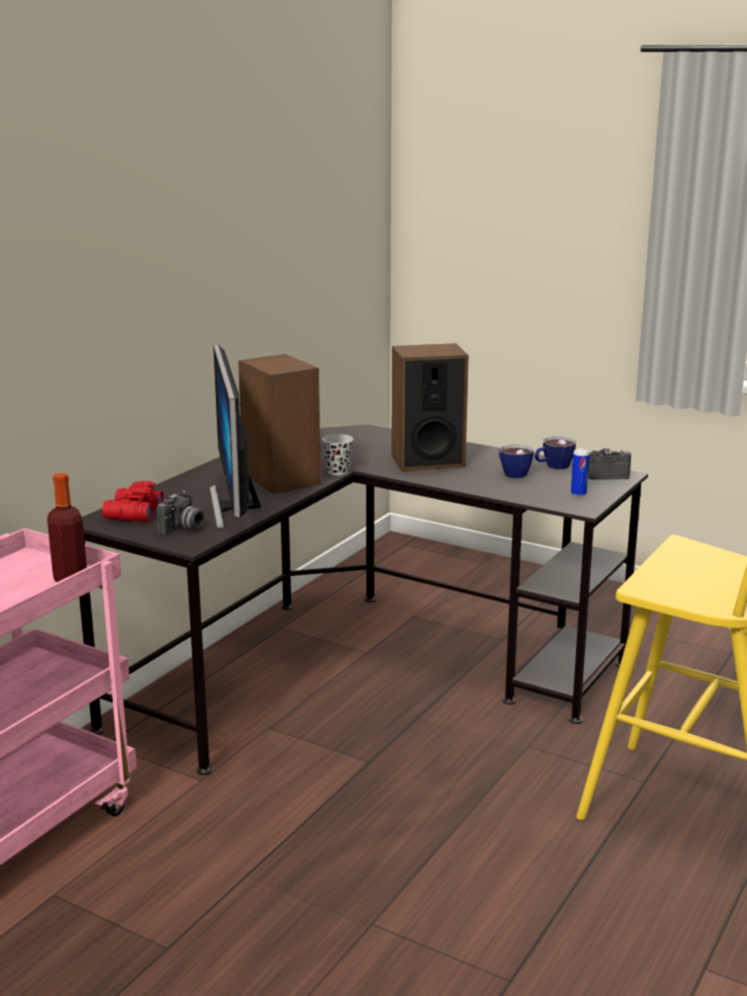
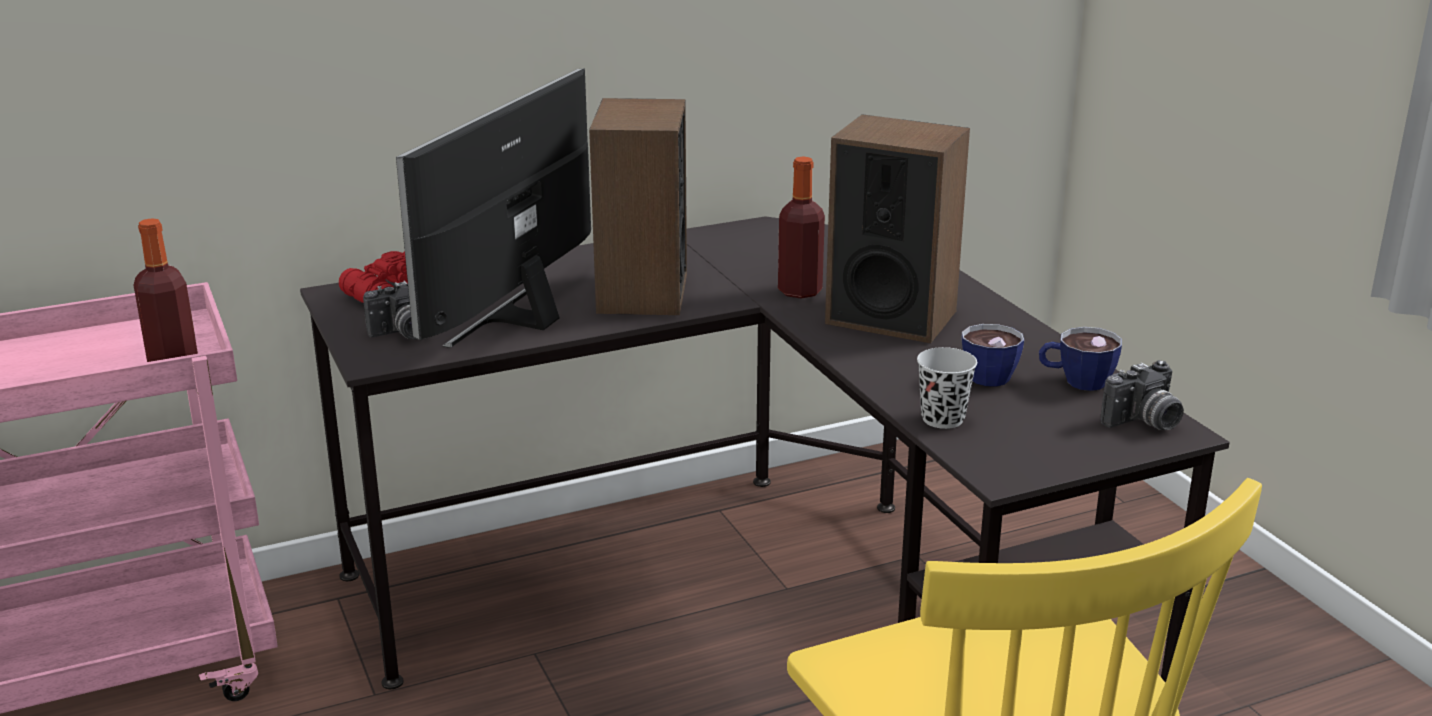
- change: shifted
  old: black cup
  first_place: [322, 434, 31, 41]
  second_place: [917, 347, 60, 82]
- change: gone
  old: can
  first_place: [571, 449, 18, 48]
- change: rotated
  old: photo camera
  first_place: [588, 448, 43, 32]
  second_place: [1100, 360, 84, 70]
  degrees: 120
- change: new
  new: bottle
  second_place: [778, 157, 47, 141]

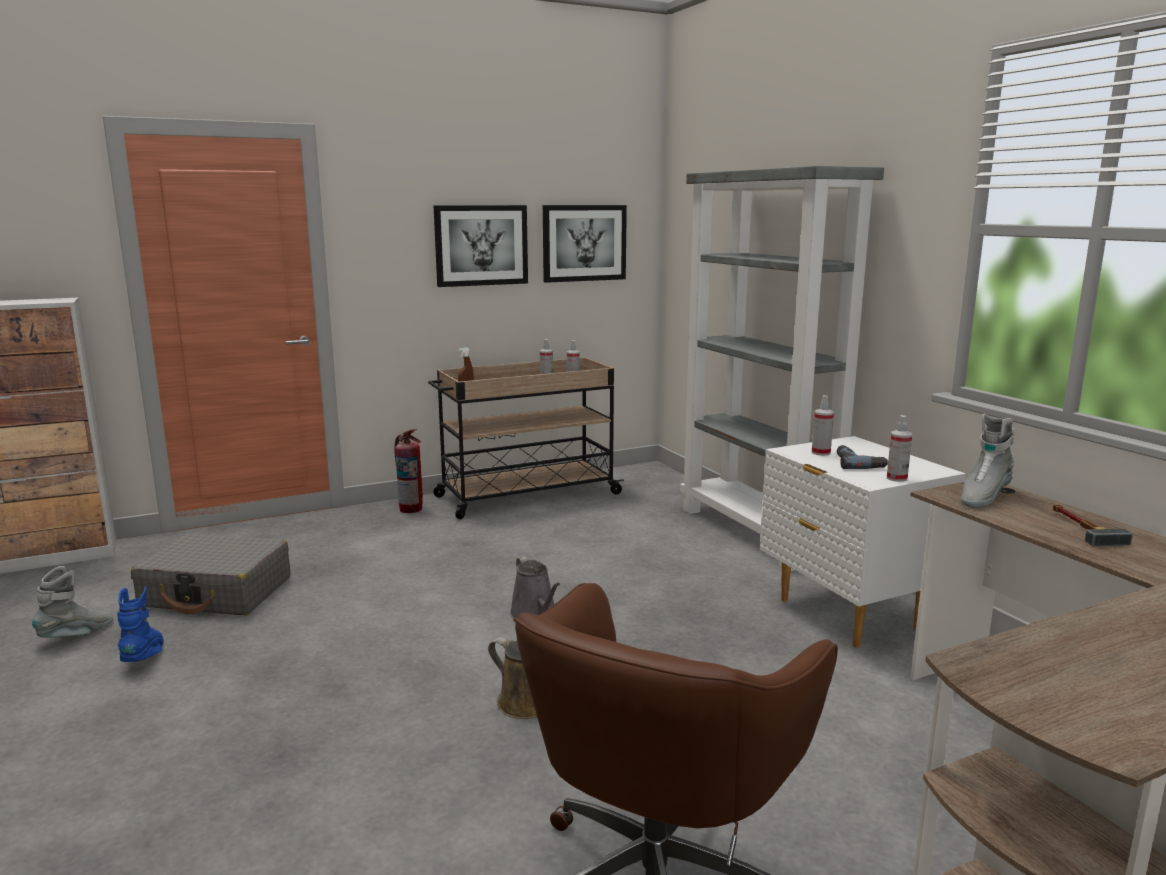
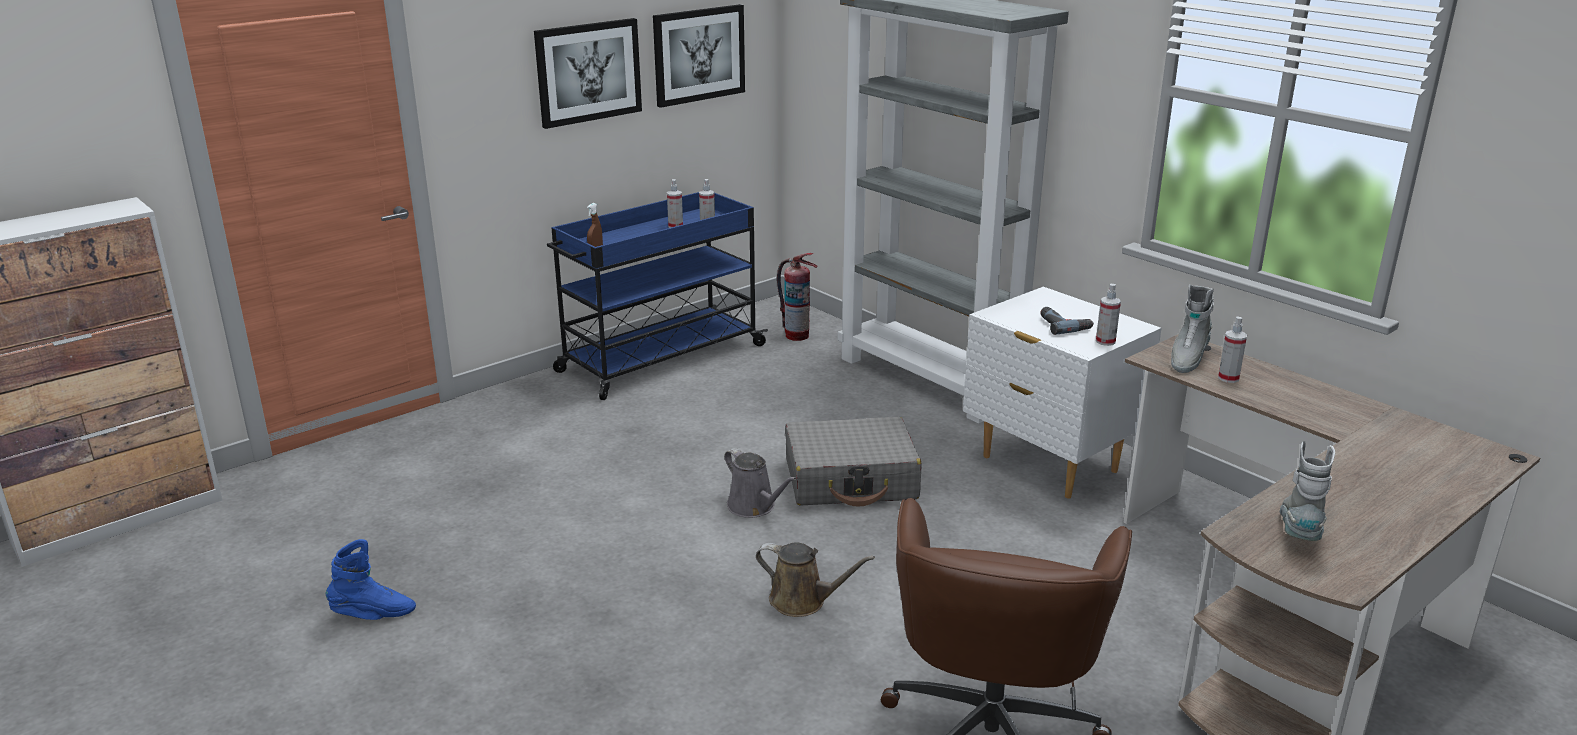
- change: shifted
  old: grey boot
  first_place: [32, 566, 82, 72]
  second_place: [1280, 441, 55, 100]
- change: rotated
  old: blue boot
  first_place: [117, 586, 47, 76]
  second_place: [326, 539, 90, 81]
  degrees: 105
- change: shifted
  old: grey suitcase
  first_place: [131, 533, 159, 82]
  second_place: [785, 417, 137, 90]
- change: shifted
  old: fire extinguisher
  first_place: [394, 429, 29, 84]
  second_place: [777, 253, 40, 88]
- change: repainted
  old: beige cart
  new: blue cart
  first_place: [428, 357, 196, 162]
  second_place: [547, 192, 221, 208]
- change: shifted
  old: spray bottle
  first_place: [812, 395, 22, 61]
  second_place: [1218, 317, 29, 66]
- change: gone
  old: hammer
  first_place: [1053, 504, 80, 42]

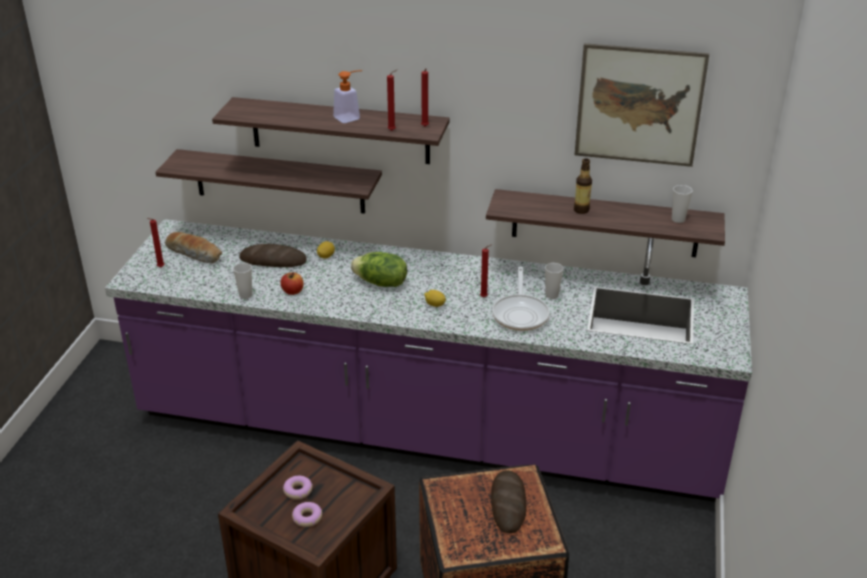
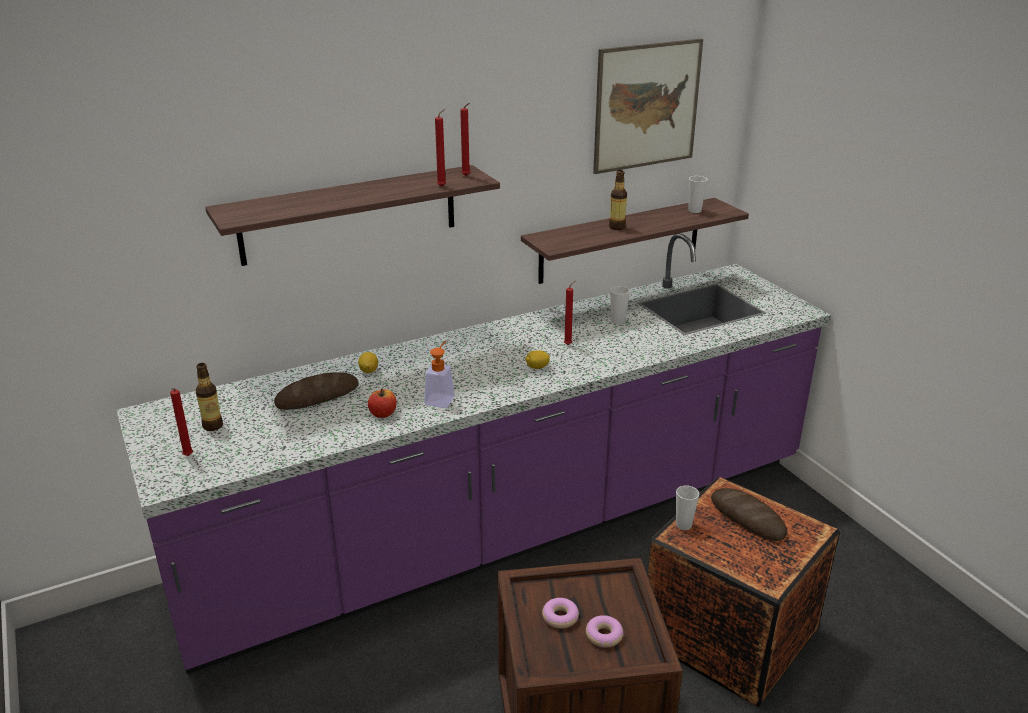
- change: gone
  old: shelf
  first_place: [155, 149, 227, 65]
- change: swapped
  old: bread
  new: bottle
  first_place: [165, 232, 57, 31]
  second_place: [195, 363, 28, 68]
- change: shifted
  old: cup
  first_place: [233, 263, 19, 36]
  second_place: [676, 486, 23, 44]
- change: shifted
  old: soap dispenser
  first_place: [333, 70, 30, 53]
  second_place: [424, 341, 31, 67]
- change: gone
  old: lettuce
  first_place: [351, 252, 56, 35]
- change: gone
  old: frying pan
  first_place: [492, 267, 58, 64]

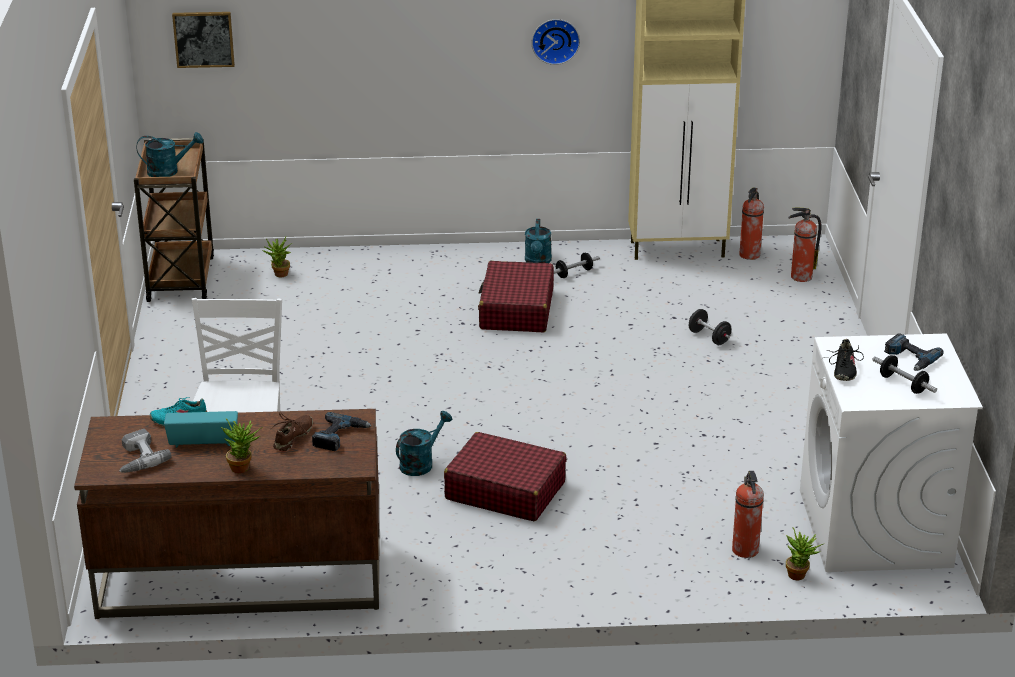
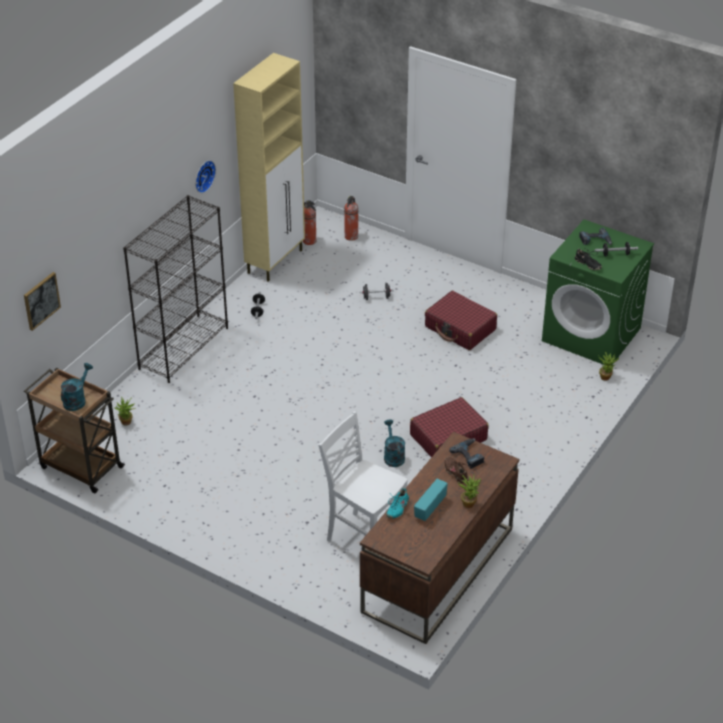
- change: gone
  old: power drill
  first_place: [120, 429, 52, 44]
- change: shifted
  old: red suitcase
  first_place: [478, 261, 76, 71]
  second_place: [425, 291, 72, 59]
- change: gone
  old: turquoise watering can
  first_place: [525, 219, 27, 44]
- change: gone
  old: fire extinguisher
  first_place: [732, 471, 32, 87]
- change: repainted
  old: white washing machine
  new: green washing machine
  first_place: [800, 333, 183, 239]
  second_place: [542, 219, 112, 146]
- change: new
  new: black bookcase
  second_place: [123, 195, 105, 188]

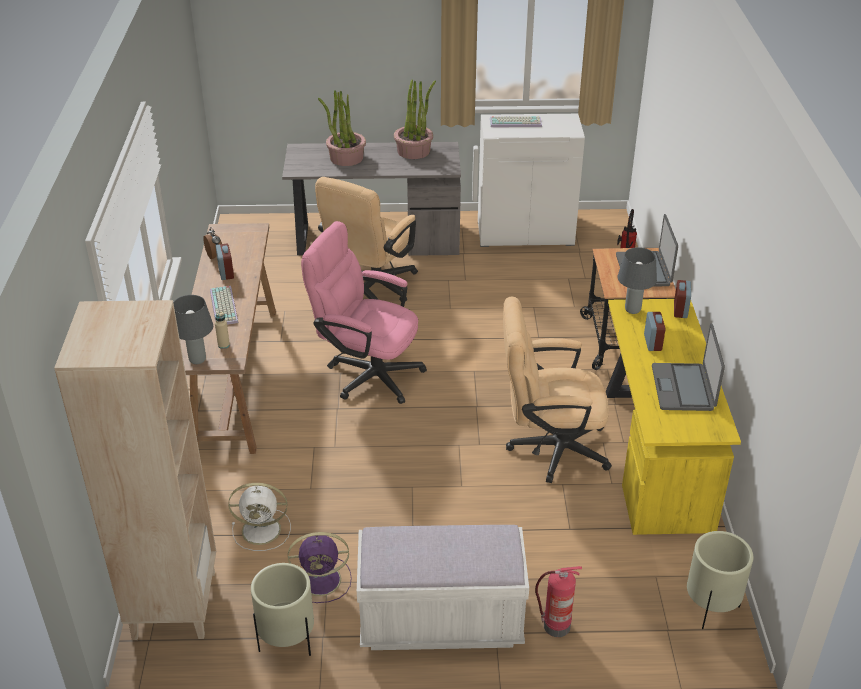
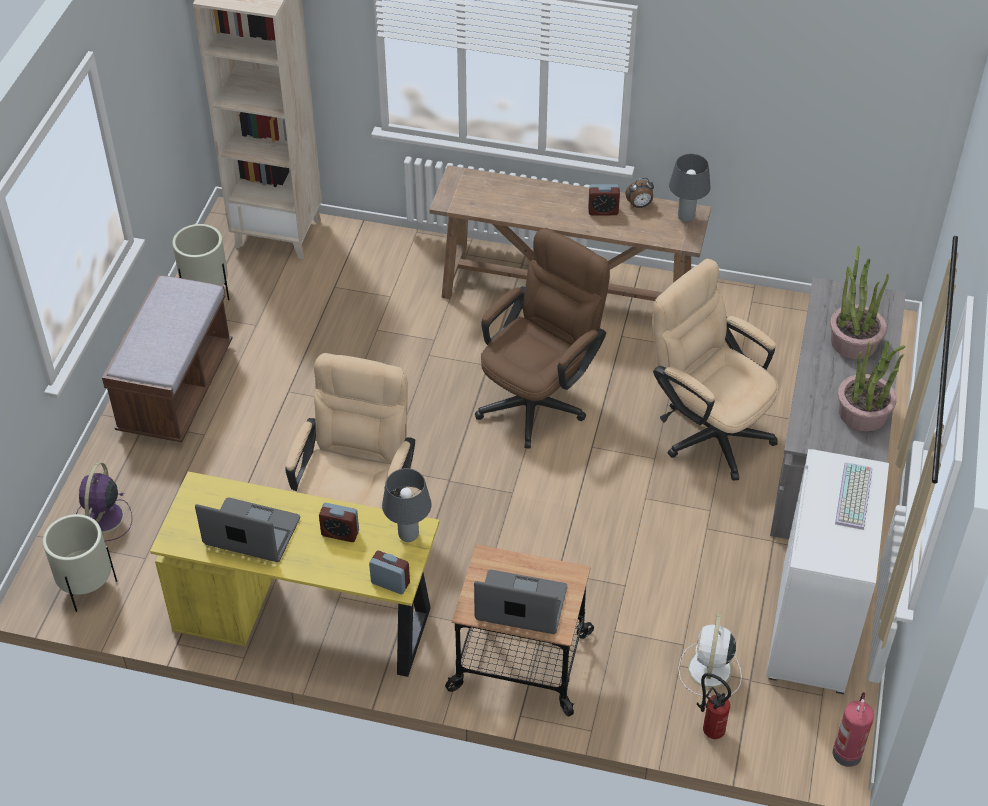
- change: shifted
  old: grey table lamp
  first_place: [173, 295, 40, 69]
  second_place: [669, 154, 42, 68]
- change: gone
  old: keyboard
  first_place: [210, 286, 28, 39]
- change: gone
  old: beige bottle
  first_place: [215, 311, 15, 38]
- change: shifted
  old: white fan
  first_place: [228, 483, 63, 68]
  second_place: [678, 613, 64, 84]
- change: shifted
  old: purple fan
  first_place: [288, 532, 64, 71]
  second_place: [76, 462, 56, 79]
- change: repainted
  old: pink office chair
  new: brown office chair
  first_place: [301, 221, 126, 183]
  second_place: [475, 228, 135, 220]
- change: repainted
  old: white bench
  new: brown bench
  first_place: [357, 525, 172, 125]
  second_place: [102, 274, 131, 169]
- change: shifted
  old: fire extinguisher
  first_place: [535, 566, 47, 71]
  second_place: [833, 692, 41, 75]

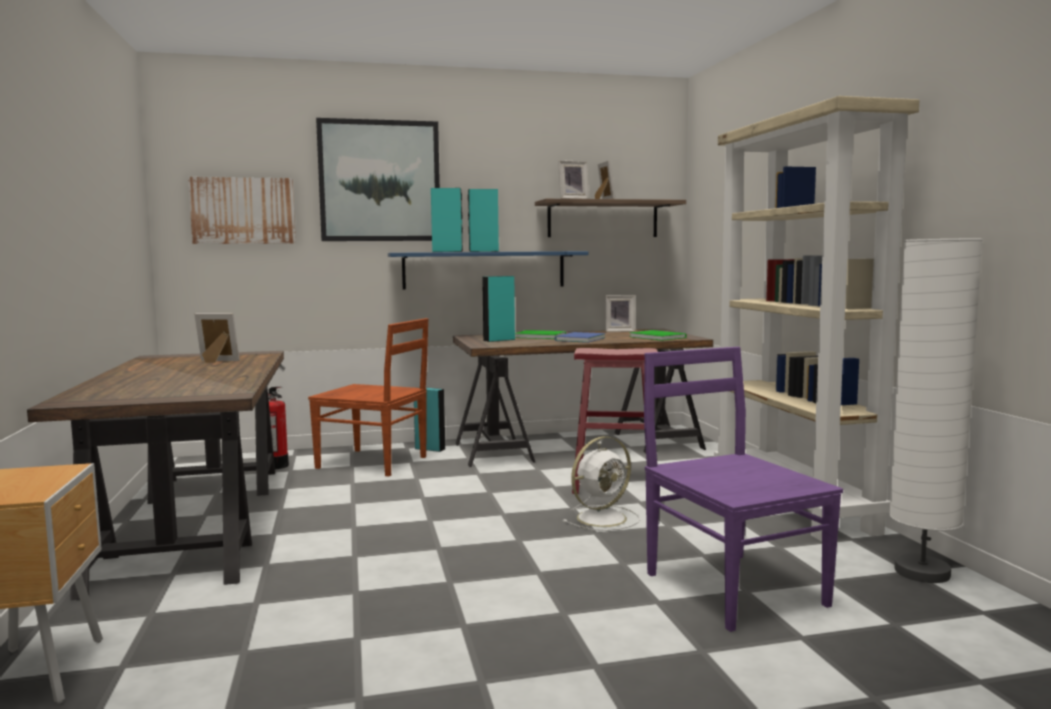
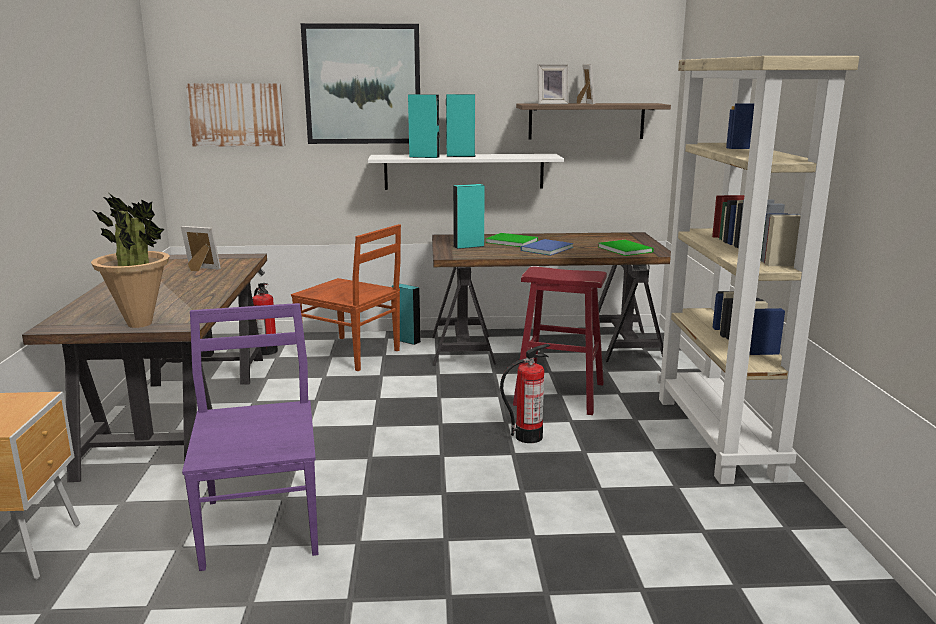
- change: repainted
  old: blue shelf
  new: white shelf
  first_place: [388, 251, 200, 38]
  second_place: [368, 154, 196, 36]
- change: swapped
  old: white fan
  new: fire extinguisher
  first_place: [562, 436, 78, 95]
  second_place: [500, 343, 51, 100]
- change: gone
  old: picture frame
  first_place: [605, 295, 30, 37]
- change: shifted
  old: purple chair
  first_place: [644, 347, 199, 285]
  second_place: [182, 303, 136, 268]
- change: gone
  old: white floor lamp
  first_place: [889, 239, 94, 344]
- change: new
  new: potted plant
  second_place: [91, 193, 79, 135]

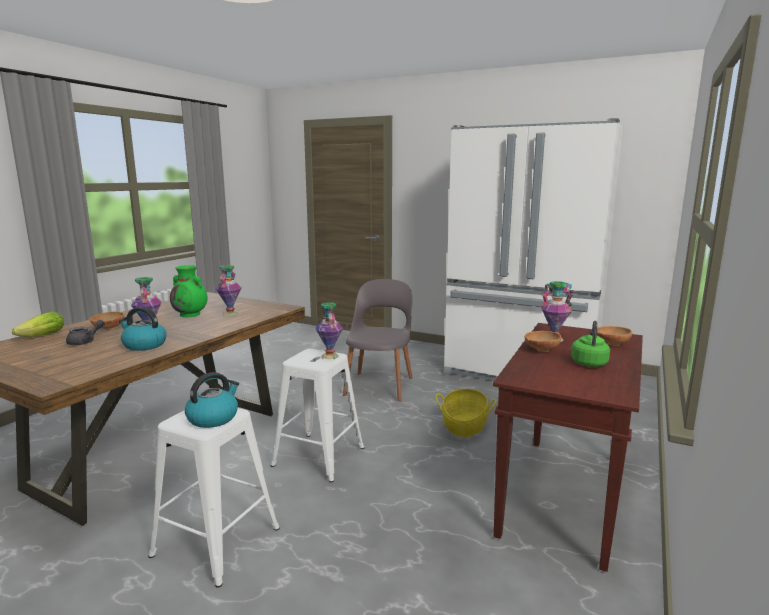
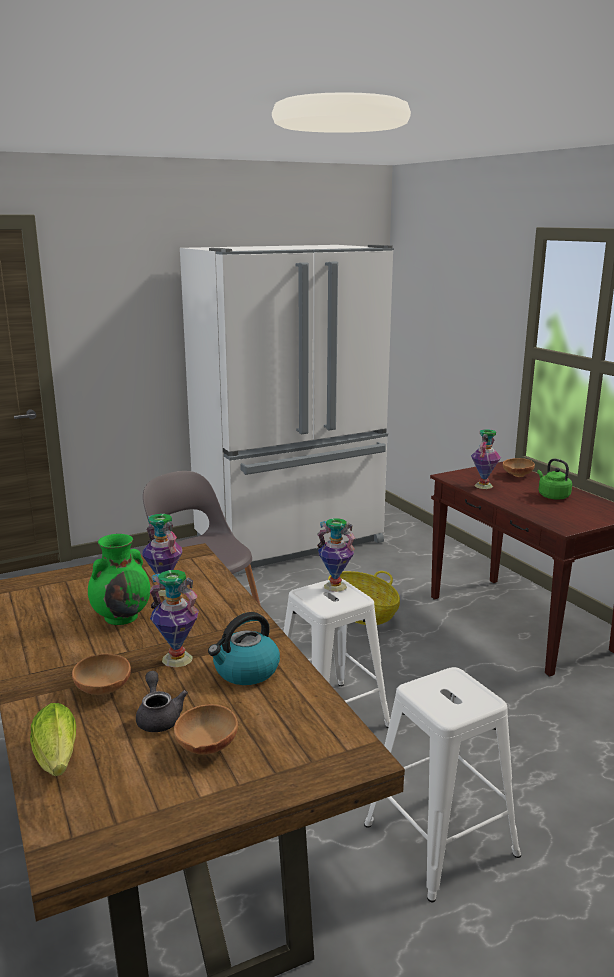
- change: gone
  old: kettle
  first_place: [185, 372, 54, 56]
- change: shifted
  old: brown bowl
  first_place: [525, 331, 36, 21]
  second_place: [174, 704, 64, 51]

